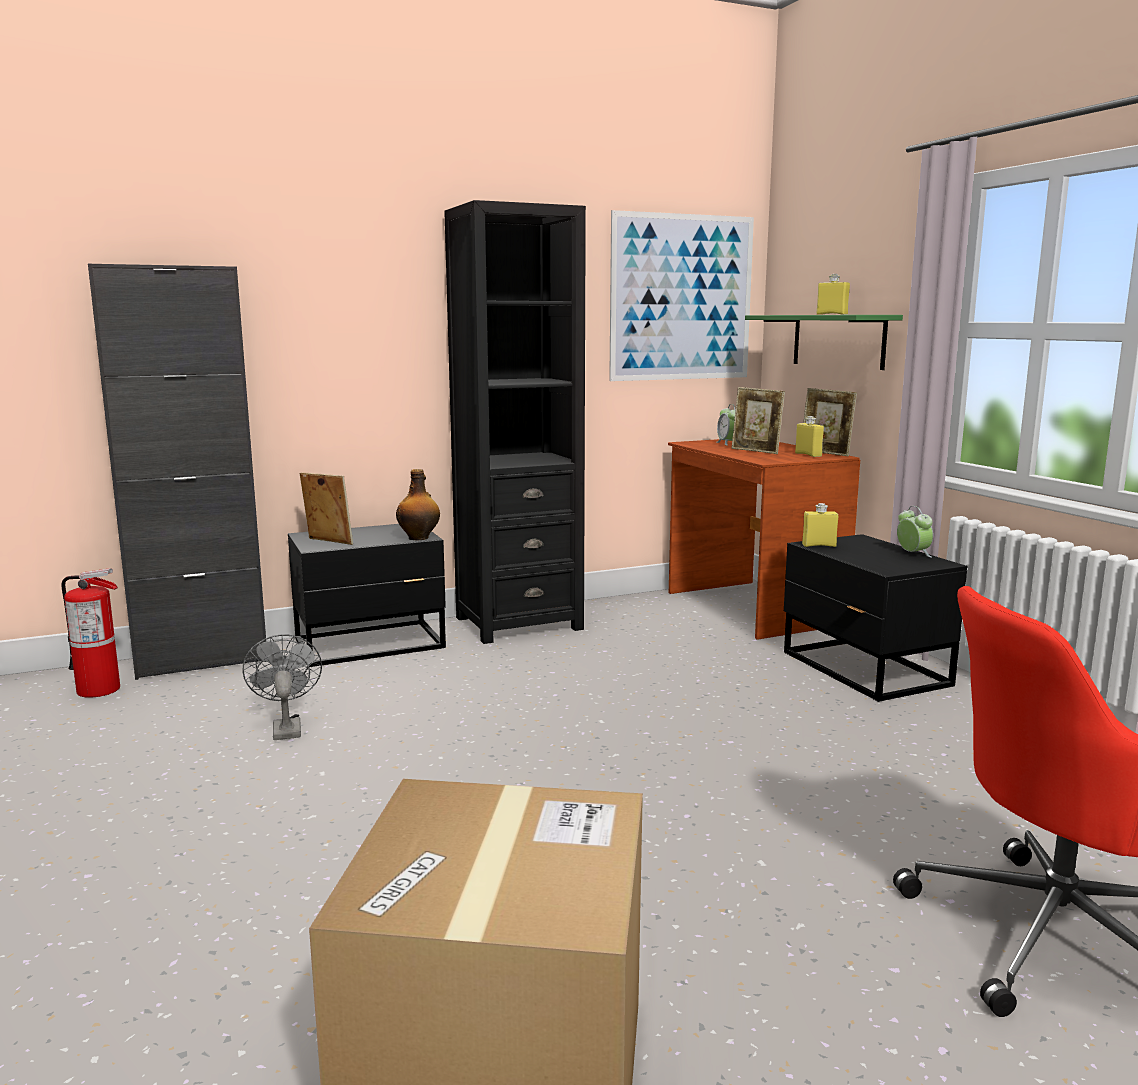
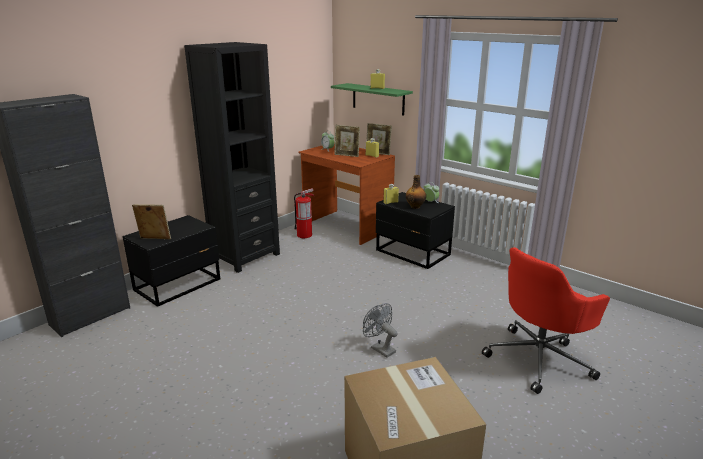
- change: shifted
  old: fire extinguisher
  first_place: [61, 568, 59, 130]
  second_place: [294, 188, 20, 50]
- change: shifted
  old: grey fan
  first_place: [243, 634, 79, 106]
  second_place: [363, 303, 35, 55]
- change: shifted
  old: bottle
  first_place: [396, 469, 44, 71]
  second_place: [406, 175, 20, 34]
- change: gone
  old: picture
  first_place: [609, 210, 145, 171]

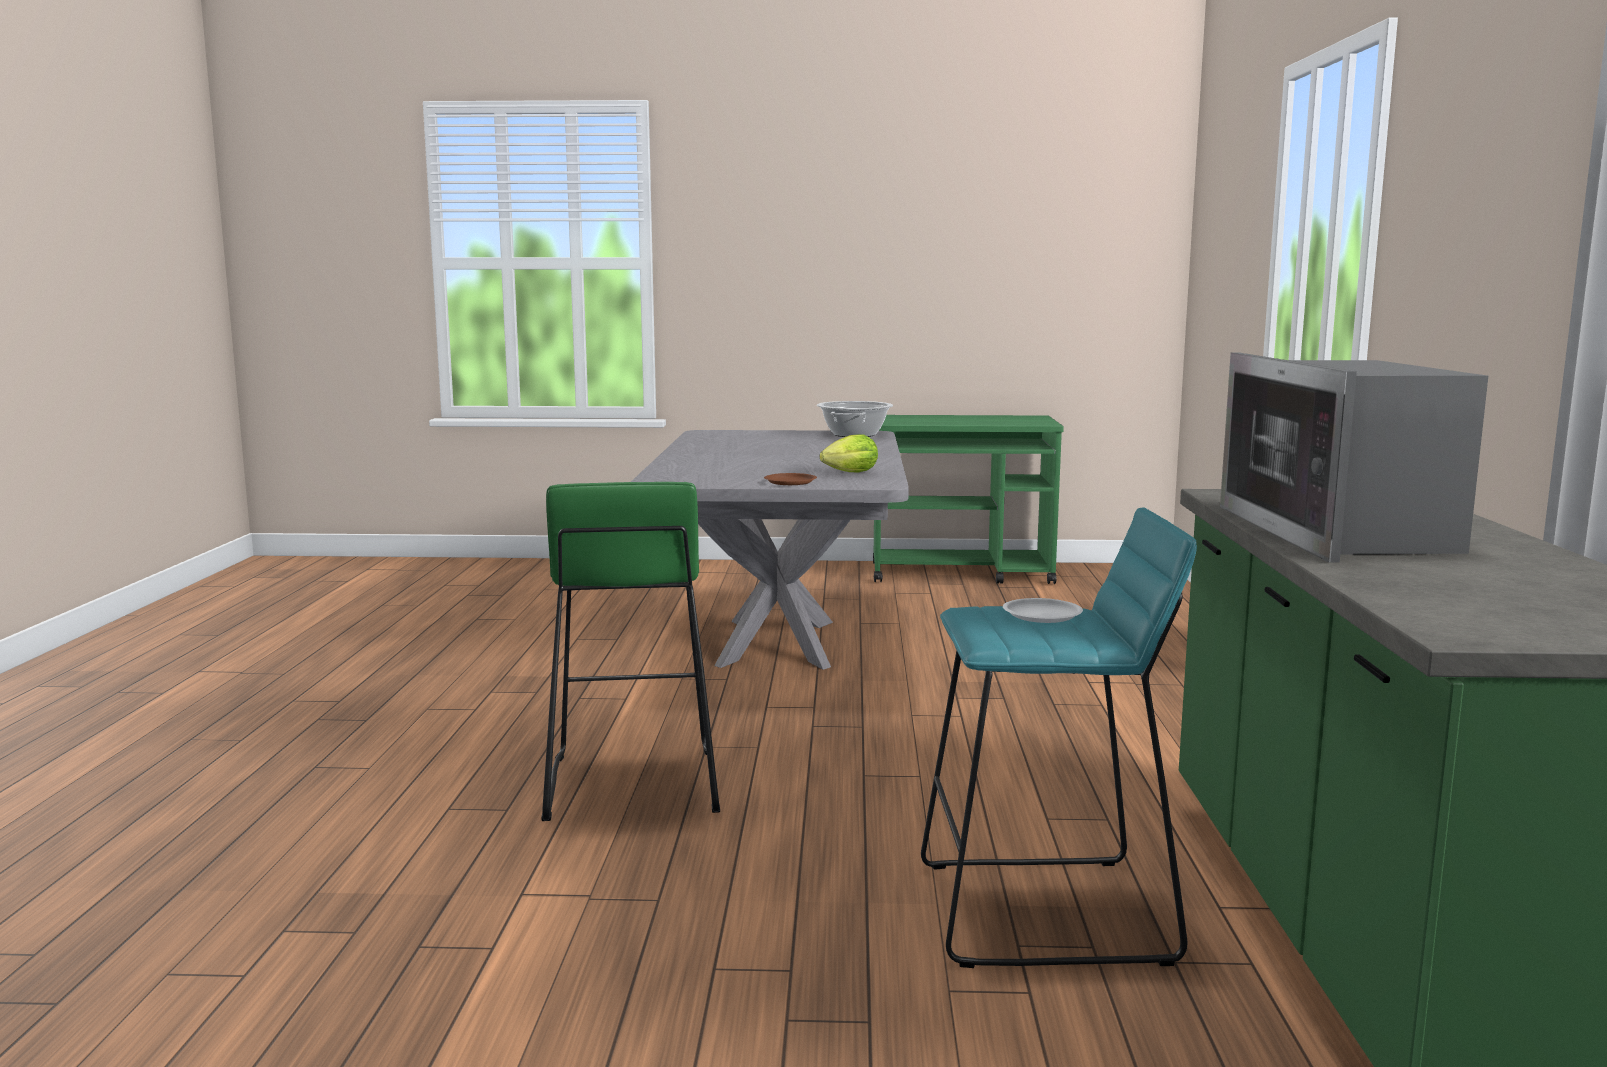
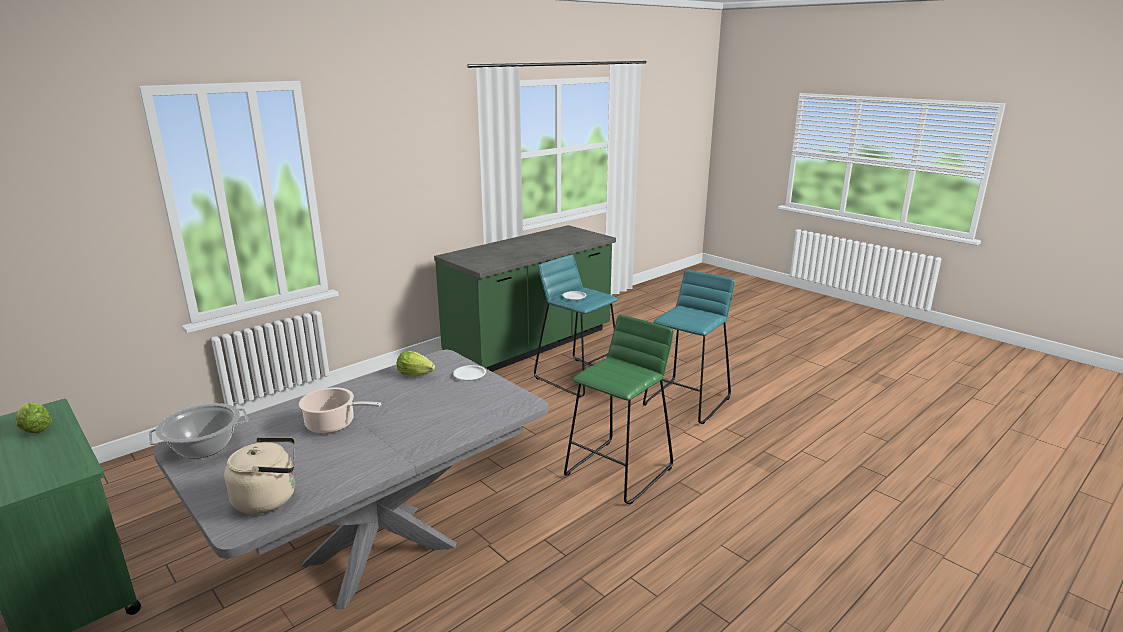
- change: repainted
  old: brown plate
  new: white plate
  first_place: [764, 473, 53, 12]
  second_place: [453, 365, 33, 16]
- change: gone
  old: microwave
  first_place: [1220, 352, 268, 211]
- change: new
  new: lettuce
  second_place: [16, 402, 36, 31]
- change: new
  new: beige kettle
  second_place: [224, 437, 71, 77]
- change: new
  new: cooking pot
  second_place: [299, 387, 82, 46]
- change: new
  new: turquoise stool
  second_place: [643, 270, 92, 154]

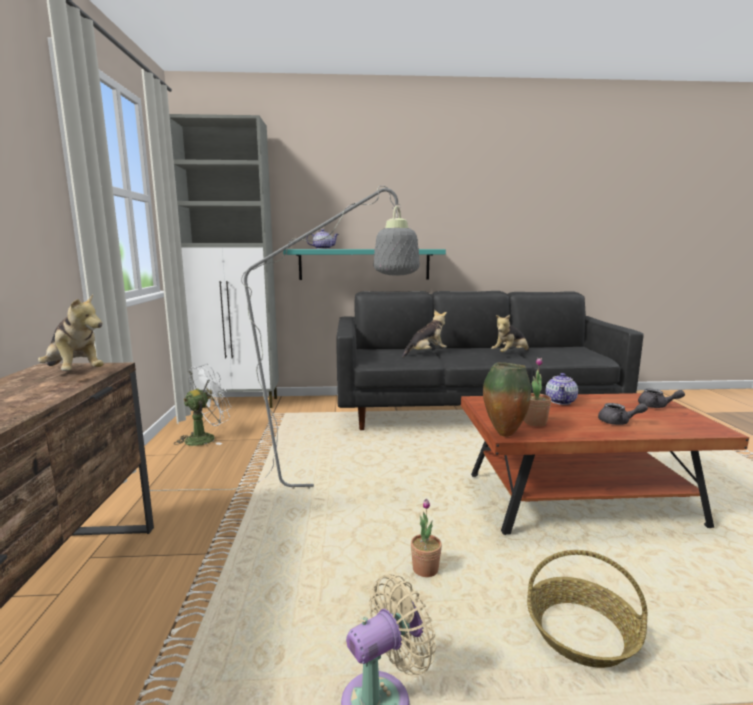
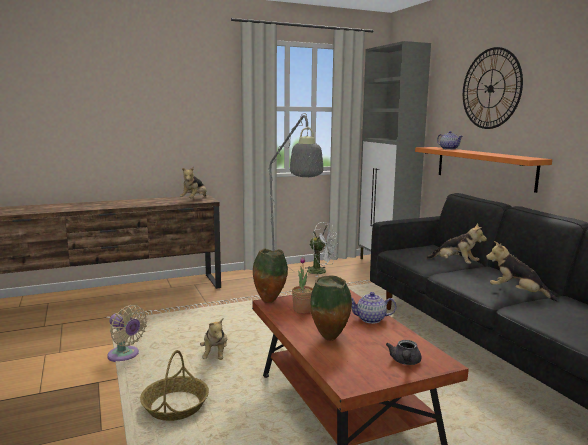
- change: repainted
  old: turquoise shelf
  new: orange shelf
  first_place: [283, 249, 163, 31]
  second_place: [415, 147, 137, 46]
- change: swapped
  old: potted plant
  new: plush toy
  first_place: [411, 499, 31, 78]
  second_place: [200, 318, 27, 42]
- change: swapped
  old: grey teapot
  new: vase
  first_place: [598, 403, 50, 22]
  second_place: [311, 275, 41, 66]
- change: new
  new: wall clock
  second_place: [463, 47, 60, 82]

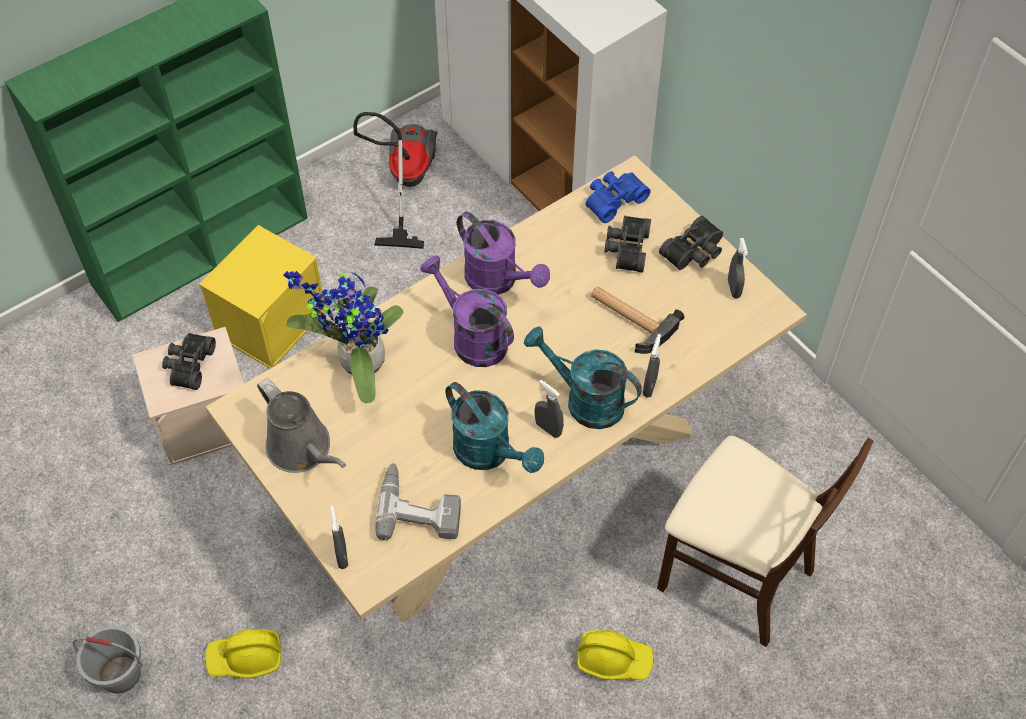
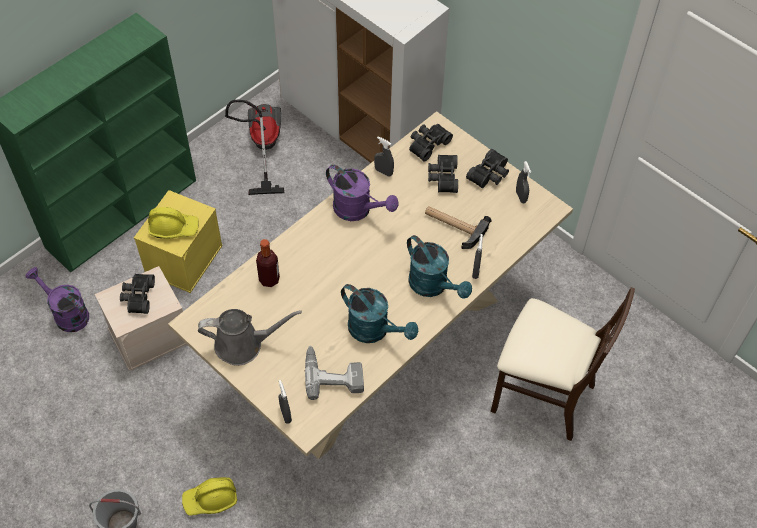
- change: rotated
  old: grey watering can
  first_place: [257, 378, 89, 95]
  second_place: [198, 309, 104, 57]
  degrees: -45
- change: swapped
  old: potted plant
  new: bottle
  first_place: [283, 264, 120, 139]
  second_place: [256, 239, 24, 48]
- change: shifted
  old: purple watering can
  first_place: [420, 255, 94, 112]
  second_place: [26, 267, 63, 65]
- change: rotated
  old: turquoise watering can
  first_place: [524, 327, 118, 102]
  second_place: [407, 235, 65, 64]
  degrees: -150
- change: shifted
  old: grey spray bottle
  first_place: [535, 380, 29, 58]
  second_place: [374, 137, 20, 40]
- change: shifted
  old: yellow hard hat
  first_place: [577, 630, 77, 50]
  second_place: [148, 207, 51, 32]
- change: repainted
  old: blue binoculars
  new: black binoculars
  first_place: [585, 171, 66, 52]
  second_place: [409, 124, 44, 37]

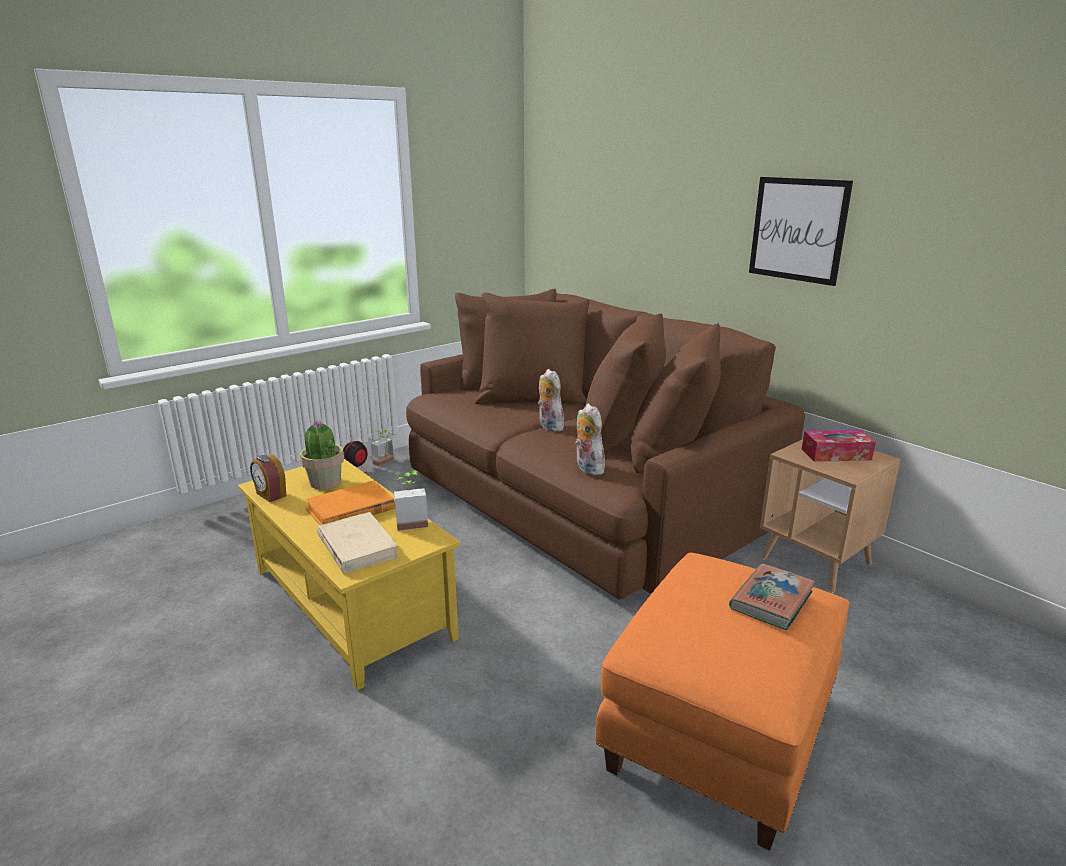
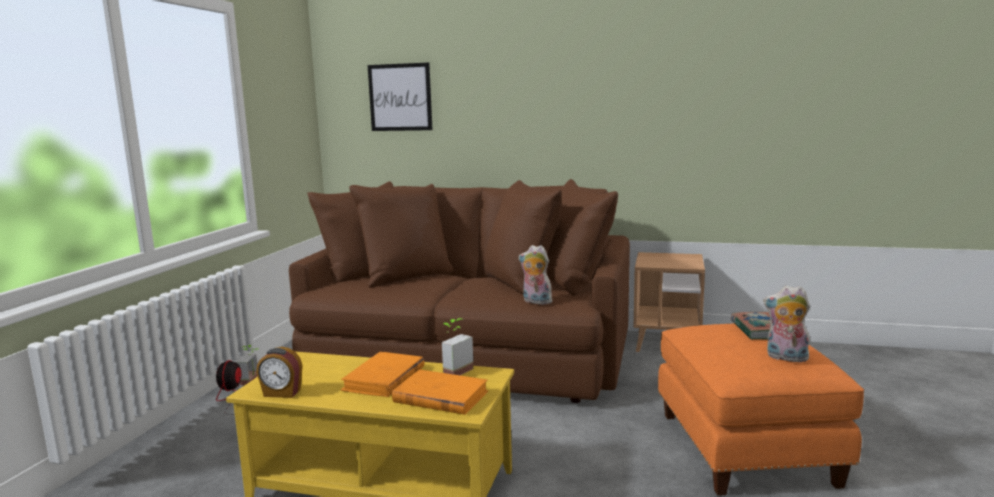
- change: gone
  old: potted plant
  first_place: [300, 421, 44, 69]
- change: repainted
  old: beige book
  new: orange book
  first_place: [317, 512, 82, 62]
  second_place: [392, 370, 96, 45]
- change: shifted
  old: plush toy
  first_place: [538, 369, 26, 63]
  second_place: [763, 285, 47, 77]
- change: shifted
  old: picture
  first_place: [749, 177, 104, 109]
  second_place: [368, 63, 64, 68]
- change: gone
  old: tissue box
  first_place: [802, 430, 74, 32]

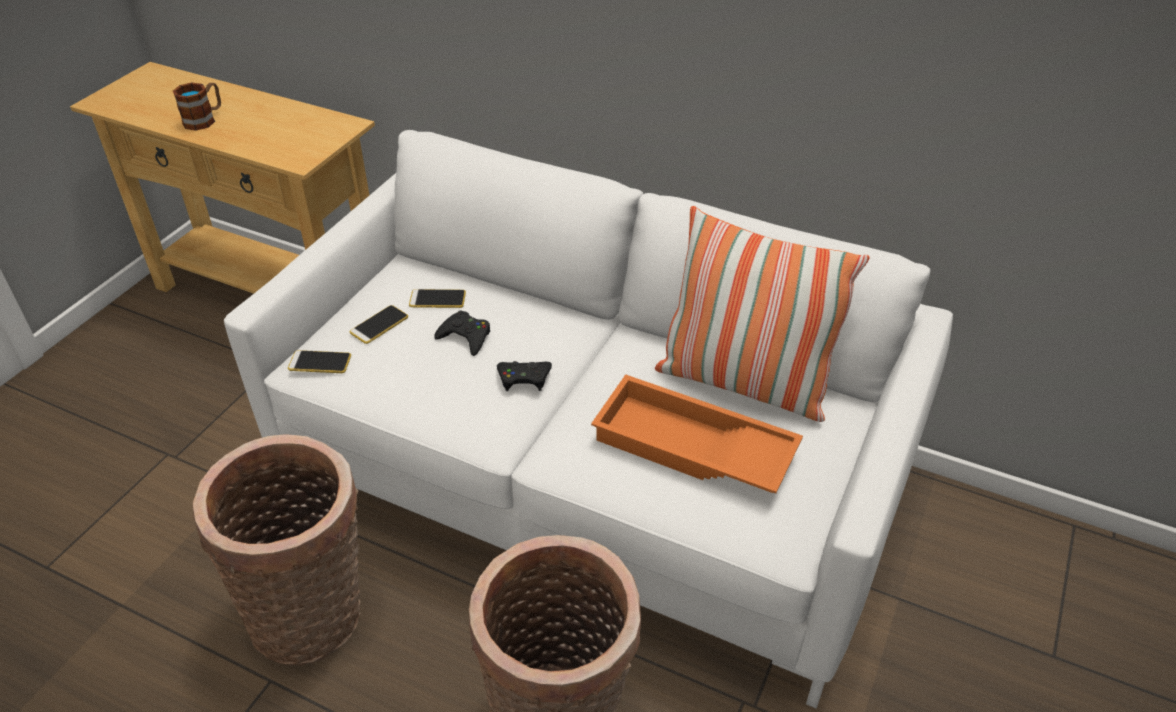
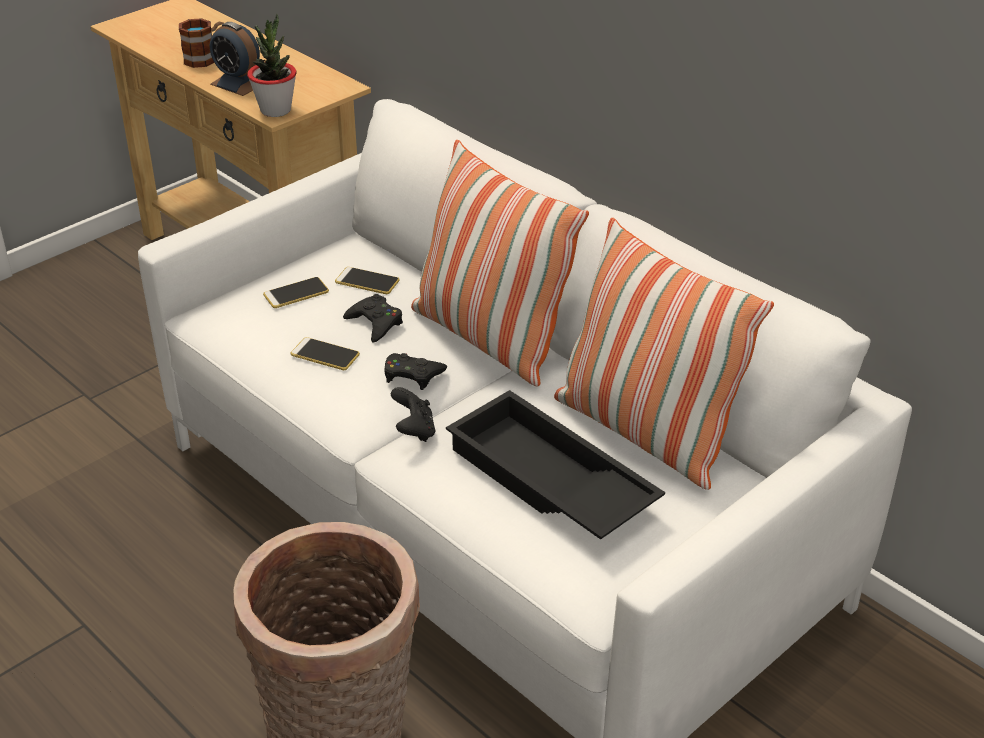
- change: gone
  old: basket
  first_place: [193, 434, 167, 231]
- change: shifted
  old: phone
  first_place: [288, 350, 63, 23]
  second_place: [290, 337, 70, 33]
- change: repainted
  old: orange tray
  new: black tray
  first_place: [591, 374, 212, 119]
  second_place: [446, 390, 219, 150]
- change: new
  new: alarm clock
  second_place: [210, 22, 50, 74]
- change: new
  new: potted plant
  second_place: [247, 14, 50, 103]
- change: new
  new: black game controller
  second_place: [391, 387, 45, 55]
- change: new
  new: pillow
  second_place: [411, 140, 178, 246]

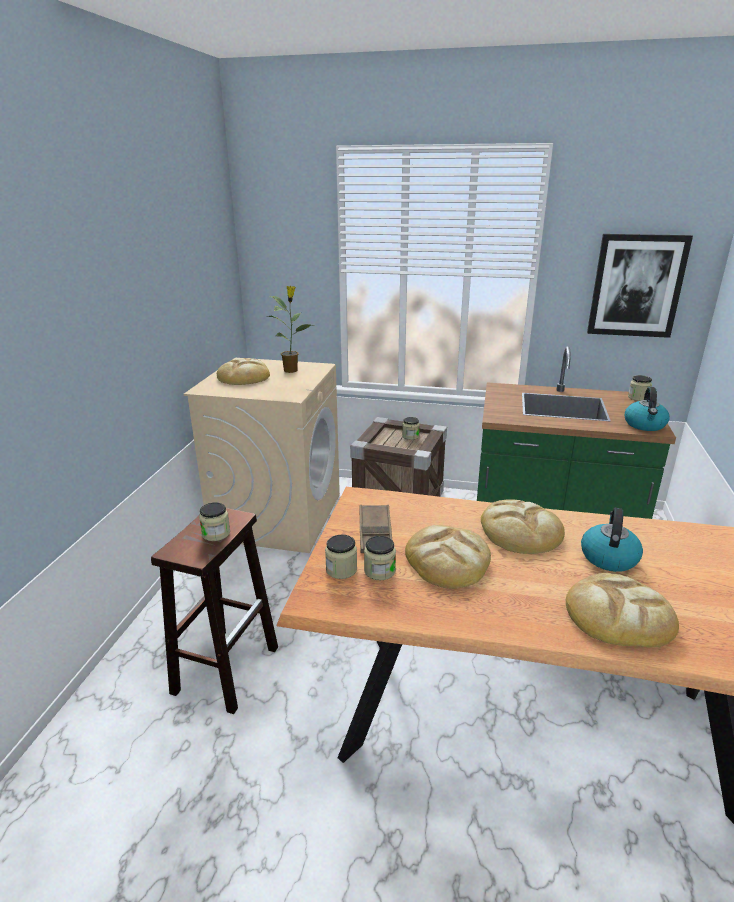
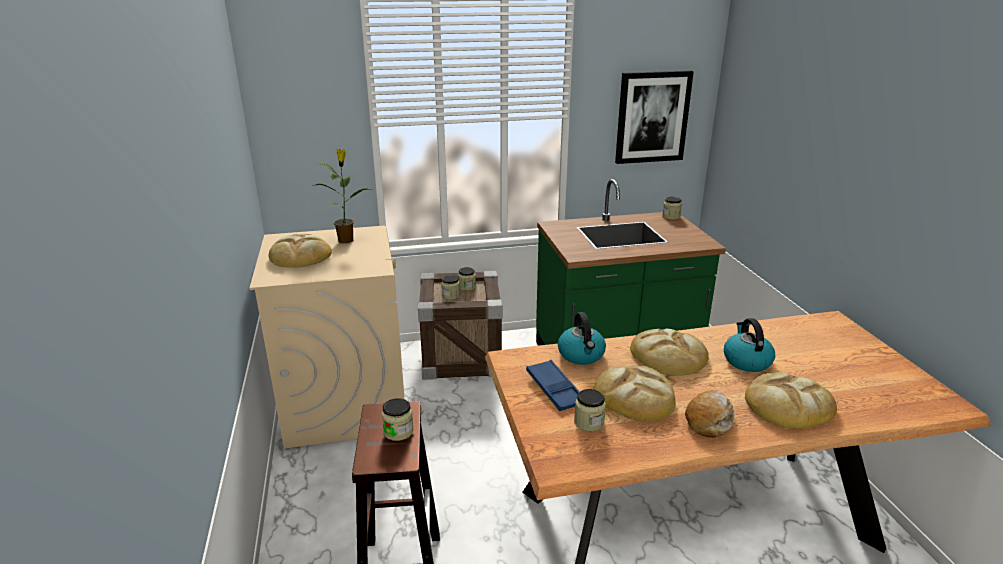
- change: shifted
  old: jar
  first_place: [325, 534, 32, 45]
  second_place: [441, 275, 19, 25]
- change: repainted
  old: brown tray
  new: blue tray
  first_place: [359, 505, 33, 48]
  second_place: [526, 360, 54, 51]
- change: shifted
  old: kettle
  first_place: [625, 387, 45, 44]
  second_place: [558, 312, 48, 53]
- change: new
  new: bread
  second_place: [685, 390, 50, 48]

